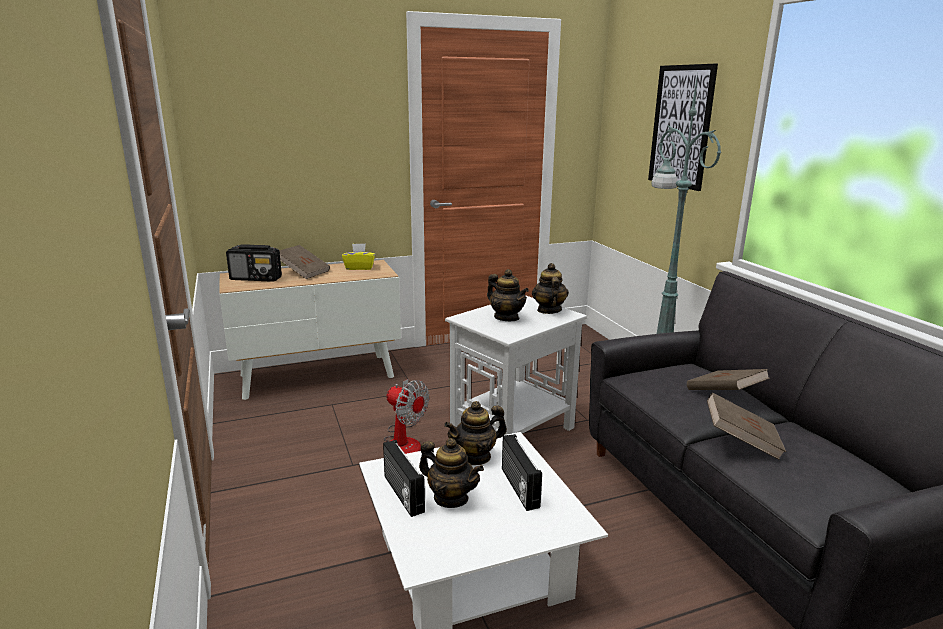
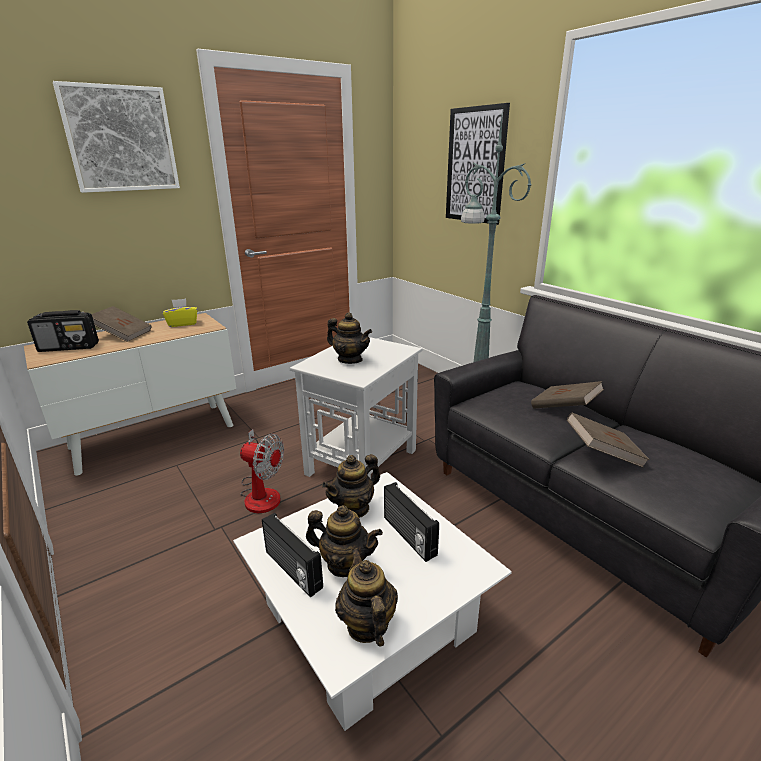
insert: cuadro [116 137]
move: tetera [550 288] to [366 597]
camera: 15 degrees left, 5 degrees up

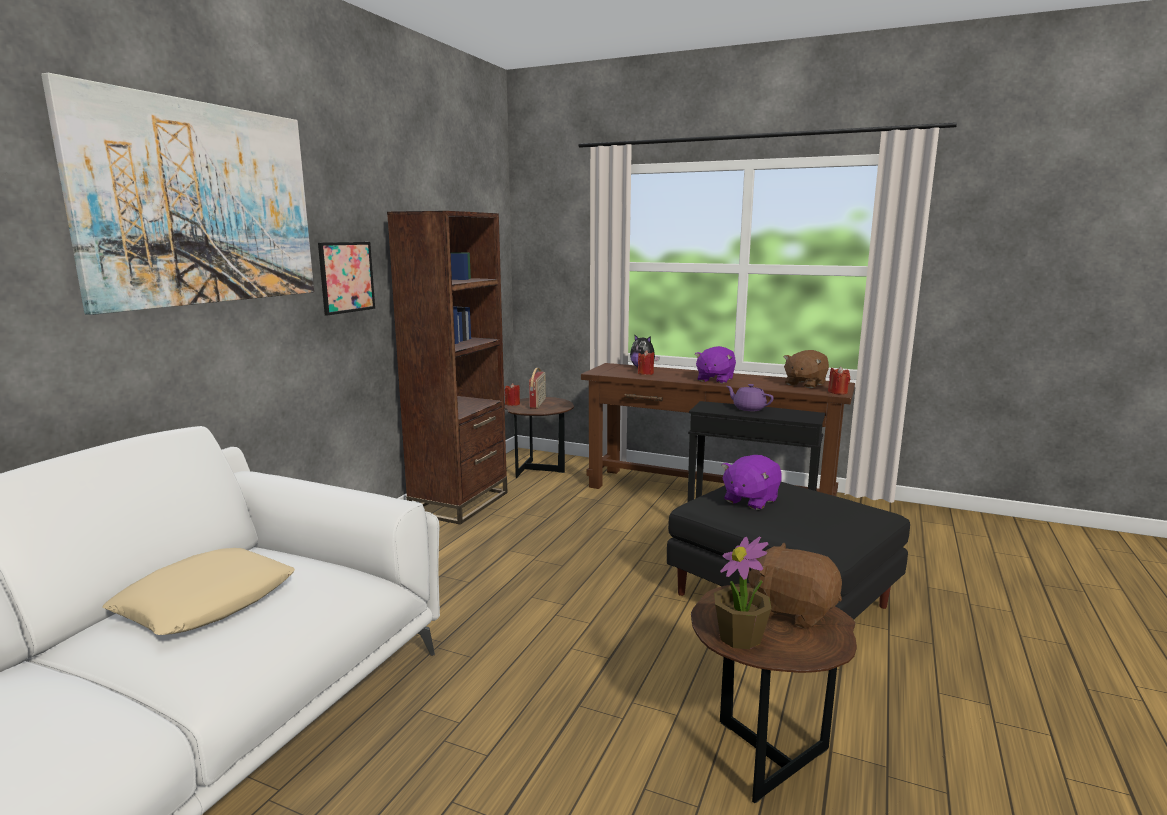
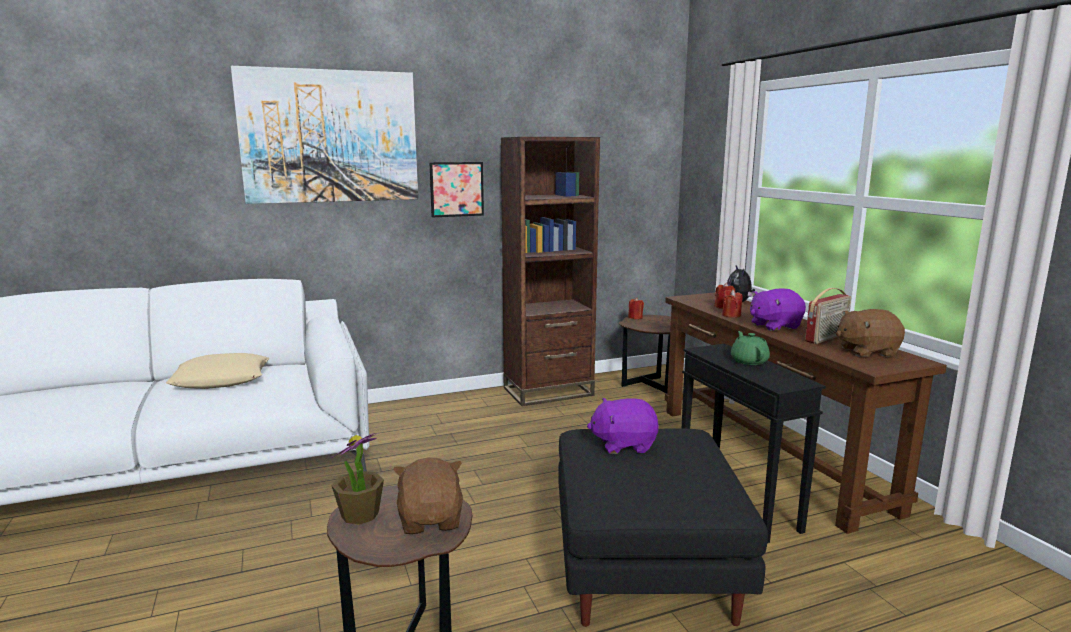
move: vela/rojo [839 380] to [732 303]; radio [537 388] to [828 316]
recolor: tetera/morado [750 397] to tetera/verde [750 348]
camera: 45 degrees right, 0 degrees up

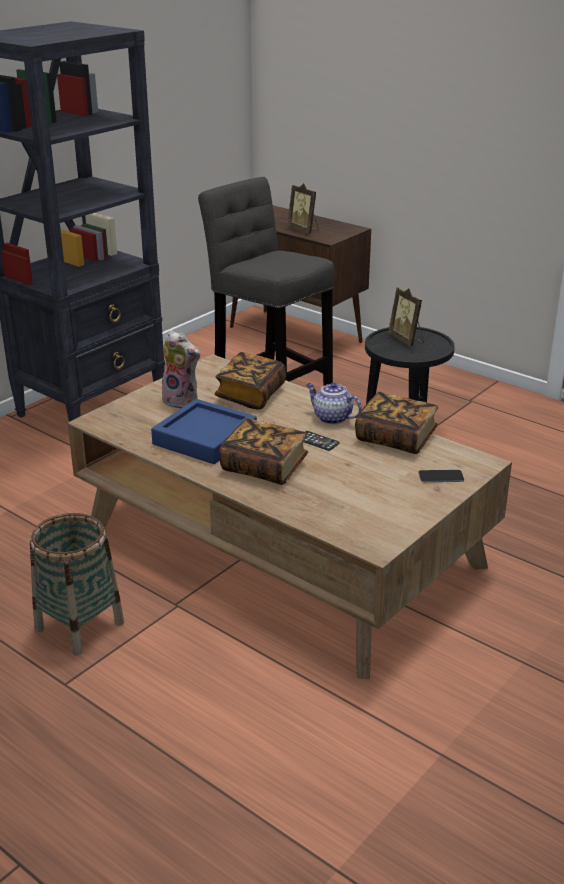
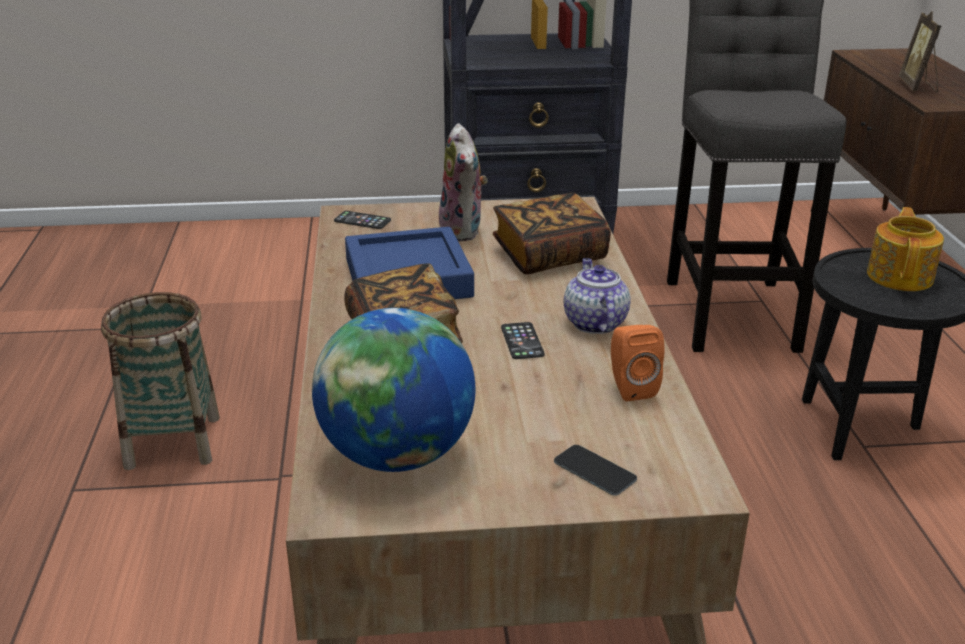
insert: móvil [362 220]; globo terráqueo [393 390]
replace: portarretratos [406 316] to tetera [905 249]; libro [396 423] to altavoz/naranja [637 363]
camera: 45 degrees right, 0 degrees up

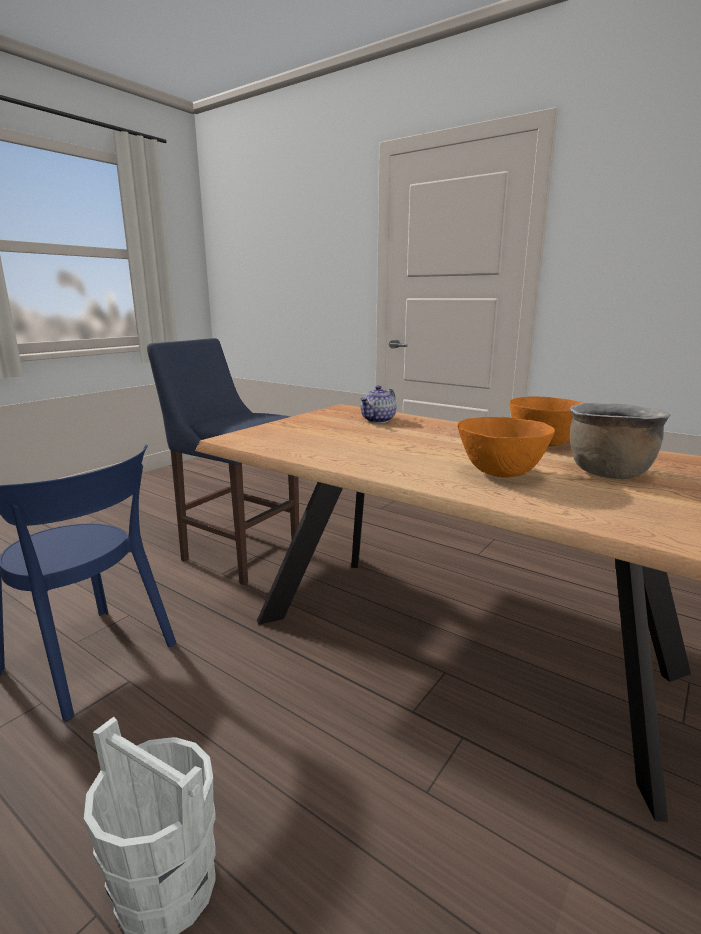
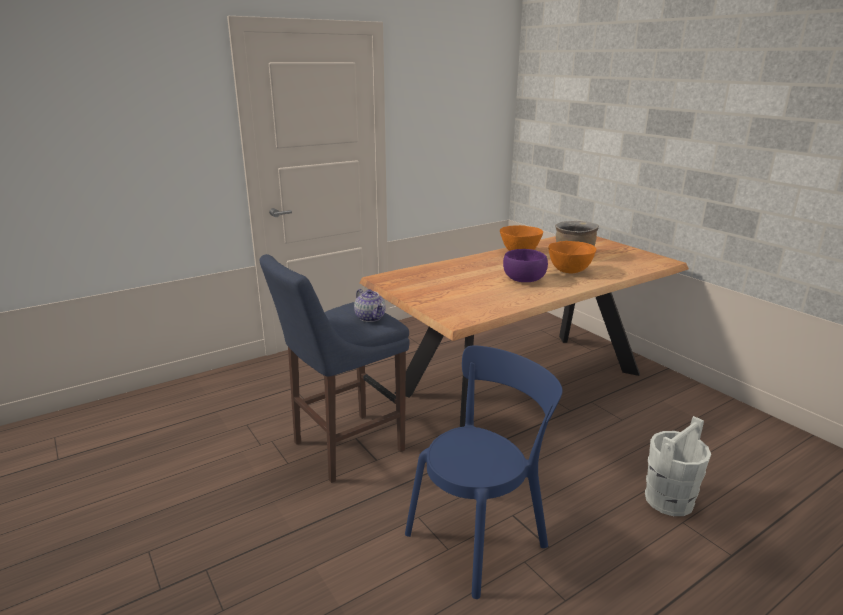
insert: cuenco/morado [525 265]
move: tetera [378 404] to [370 305]
camera: 70 degrees left, 5 degrees up

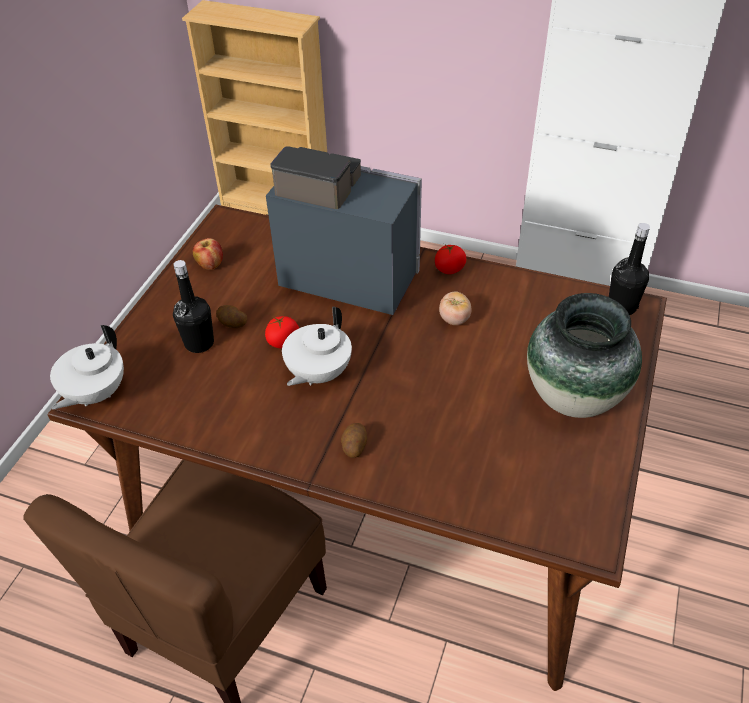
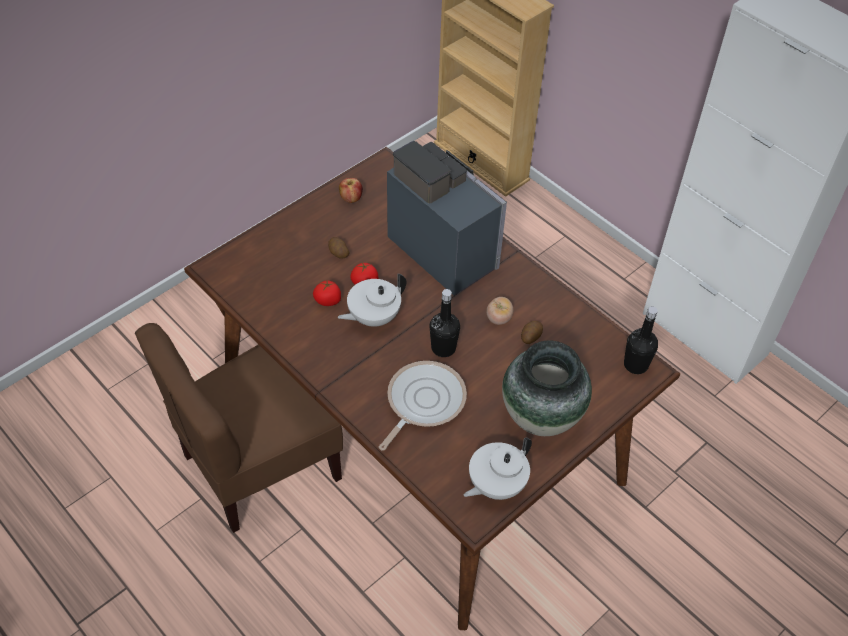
insert: sartén [423 406]
move: tomate [450 259] to [327 292]; botella/negro [193 306] to [445 323]; tetera/blanco [87 367] to [498 469]; patata [354 440] to [532 332]
camera: 25 degrees right, 5 degrees up

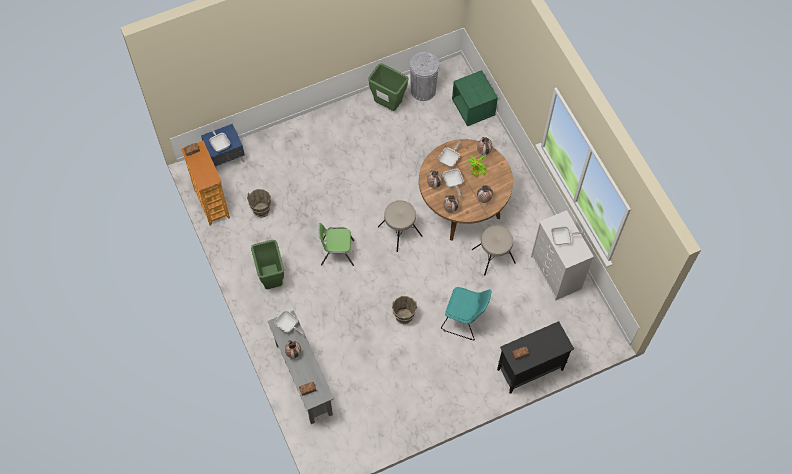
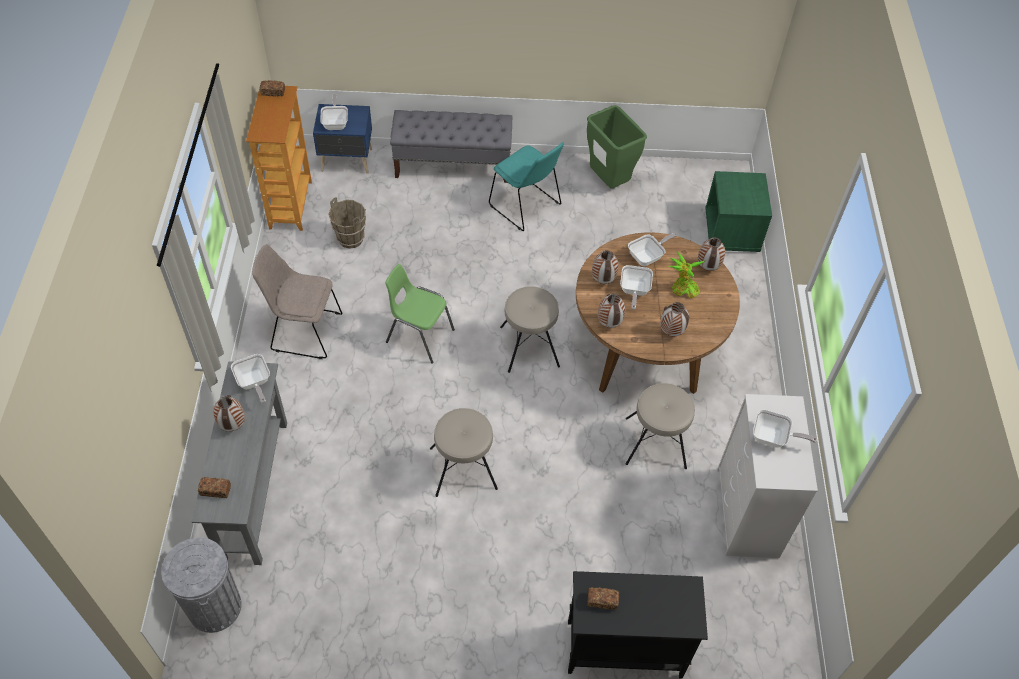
insert: banco/gris [451 146]
move: papelera/gris [424 76] to [201 585]; silla/turquesa [466 313] to [526 186]
replace: papelera/verde [267 264] to silla/beis [297 301]; cubo/marrón [404 310] to taburete/beis [464 452]
camera: 25 degrees right, 10 degrees down

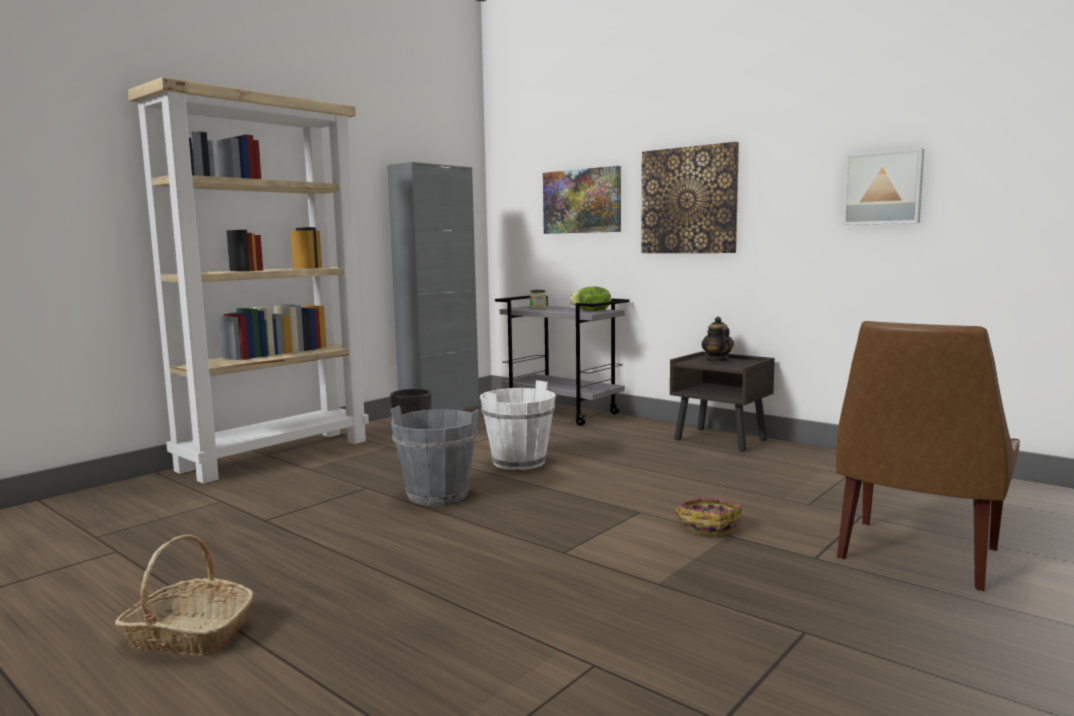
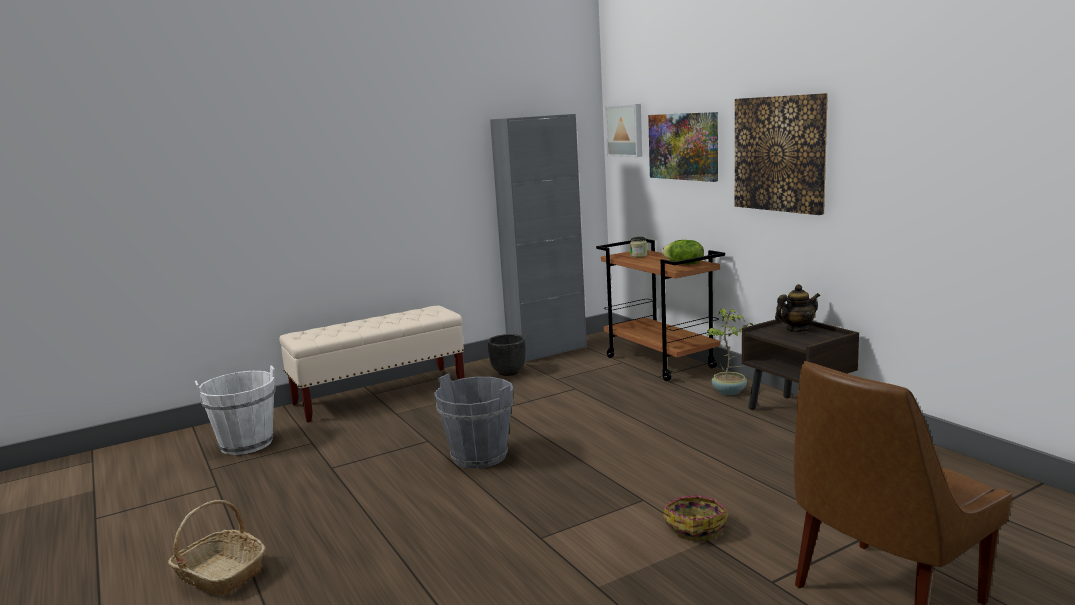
insert: planta en maceta [730 351]
move: cuadro [883 186] to [623 130]; cubo/blanco [518 425] to [235 410]
replace: estantería/beis [248 280] to banco/beis [372 364]
recolor: carrito/gris [562 360] to carrito/marrón [660 310]
rotate: tetera [718 339] = [797 308] 60 degrees clockwise
camera: 20 degrees right, 5 degrees up

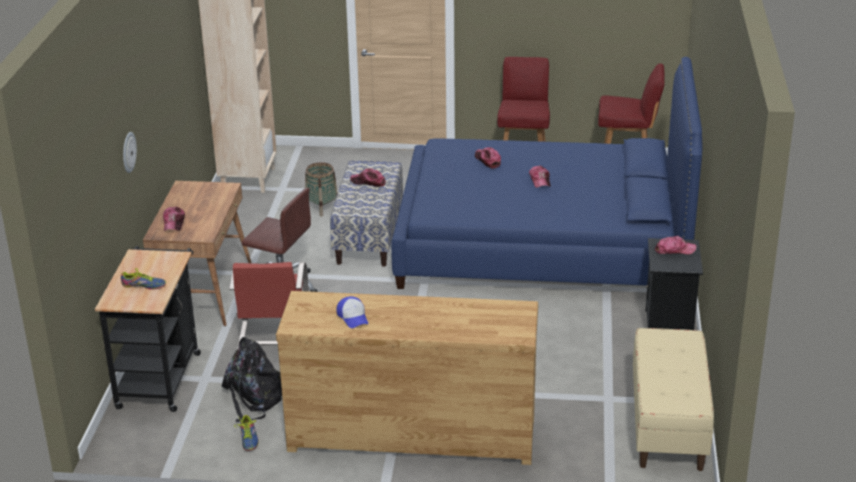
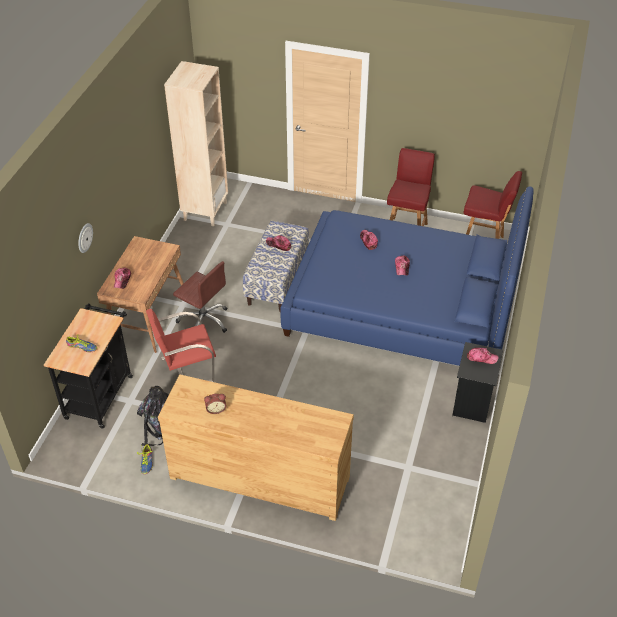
delete: cesta [321 189]; banco/beis [673 399]
replace: gorra [352 312] to despertador [215 404]
rotate: silla/rojo [269 305] = [181 345] 60 degrees clockwise
camera: 10 degrees right, 15 degrees up

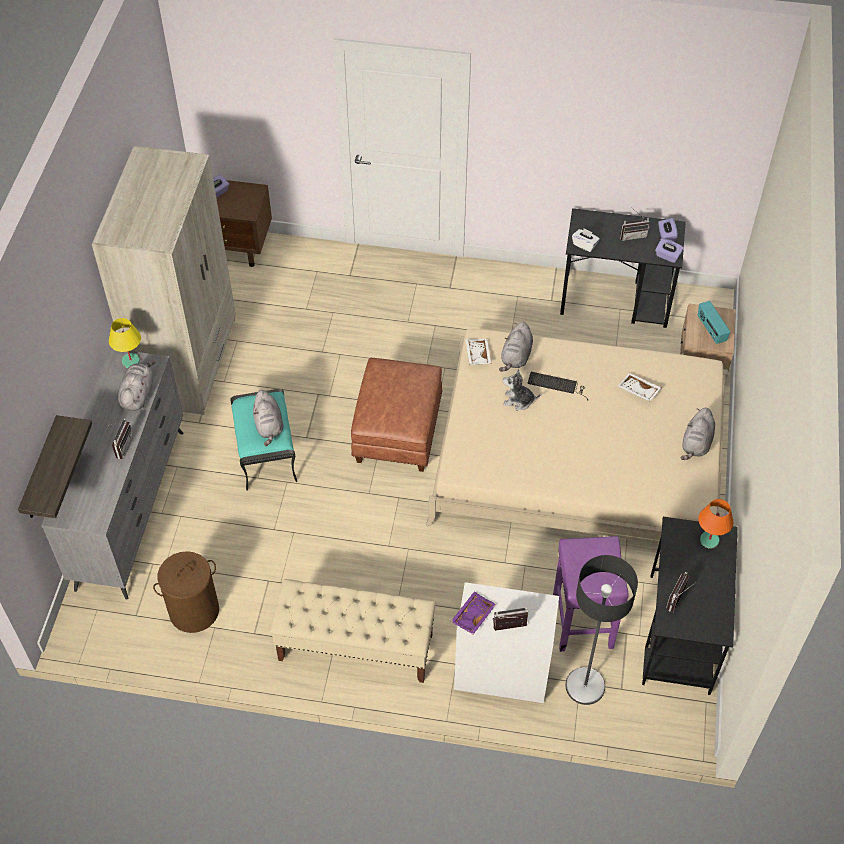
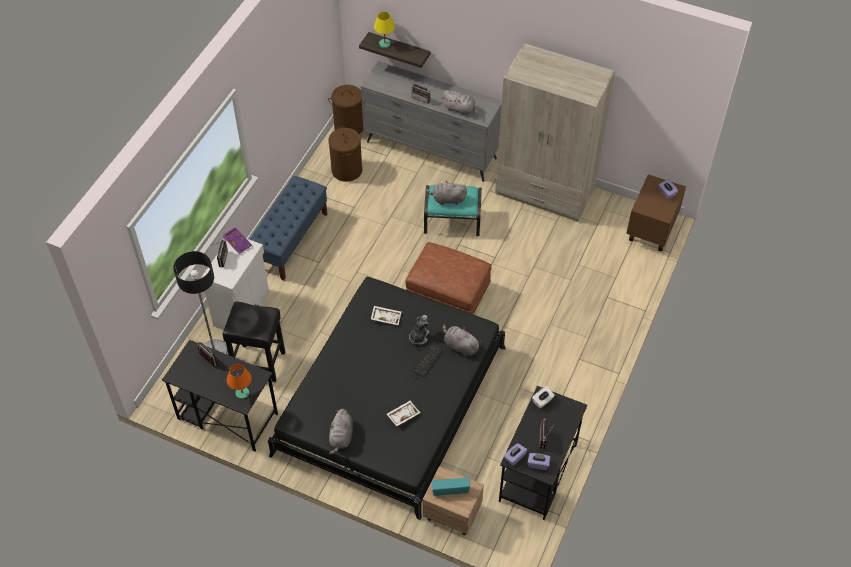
insert: cesto de la ropa/marrón [345 109]
move: lámpara de mesa/amarillo [125 343] to [384 30]; bandeja/blanco [478 351] to [386 315]
recolor: cama/beis [577 436] to cama/negro [387 398]; taburete/morado [591 594] to taburete/negro [253 341]; banco/beis [353 631] to banco/azul [288 228]
rotate: peluche/gris [697 434] = [341 432] 120 degrees counterclockwise
camera: 105 degrees right, 0 degrees up

